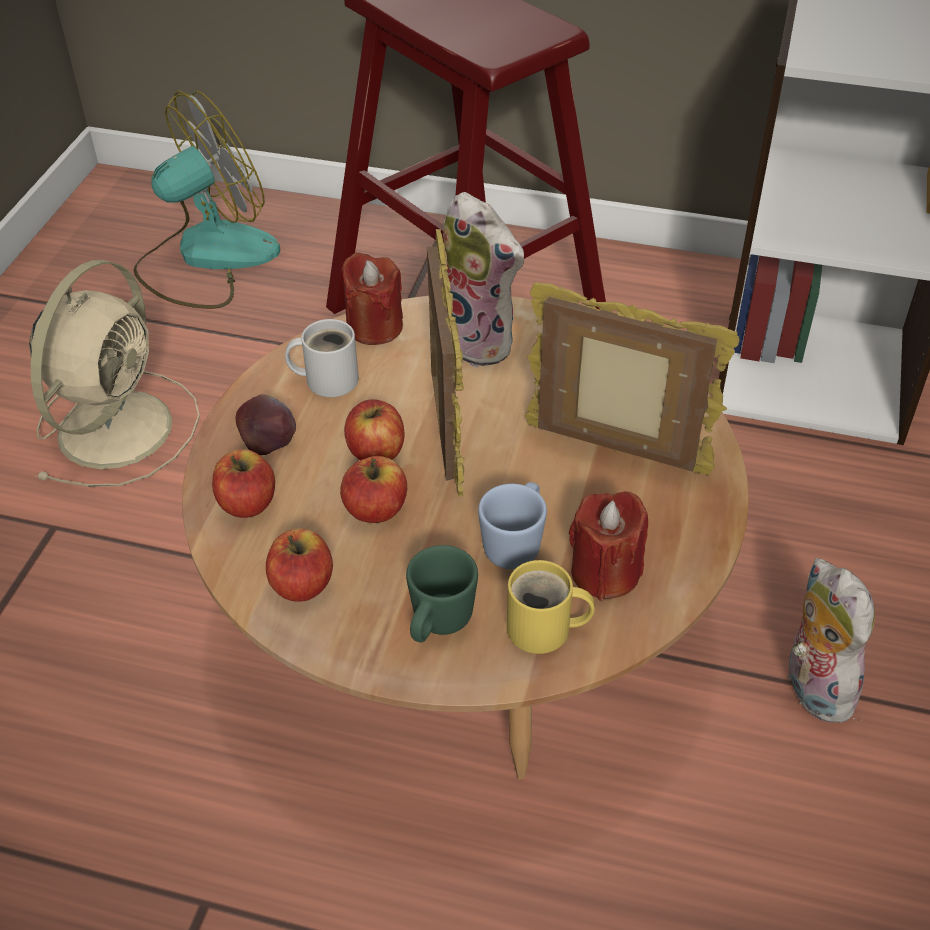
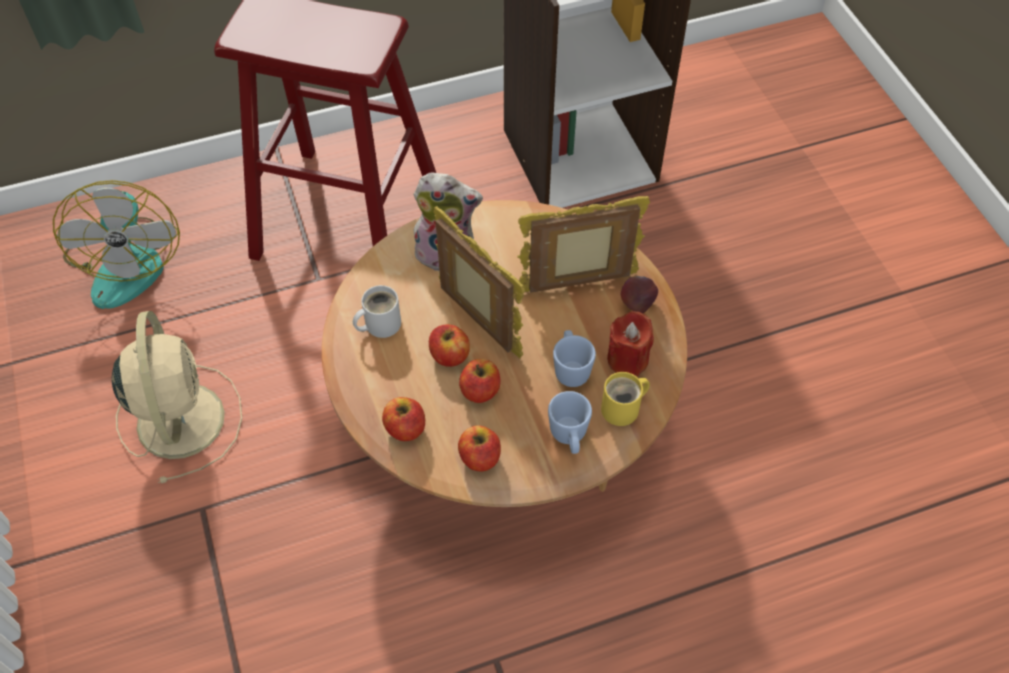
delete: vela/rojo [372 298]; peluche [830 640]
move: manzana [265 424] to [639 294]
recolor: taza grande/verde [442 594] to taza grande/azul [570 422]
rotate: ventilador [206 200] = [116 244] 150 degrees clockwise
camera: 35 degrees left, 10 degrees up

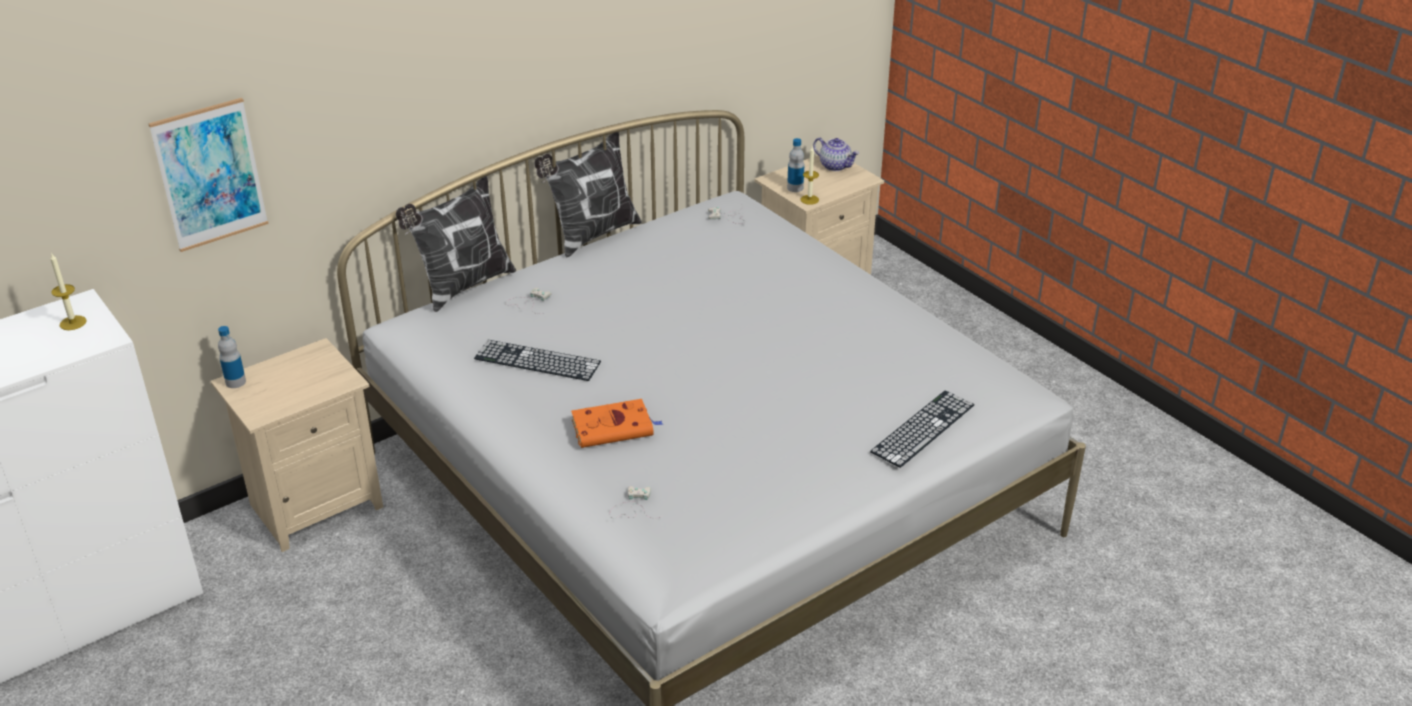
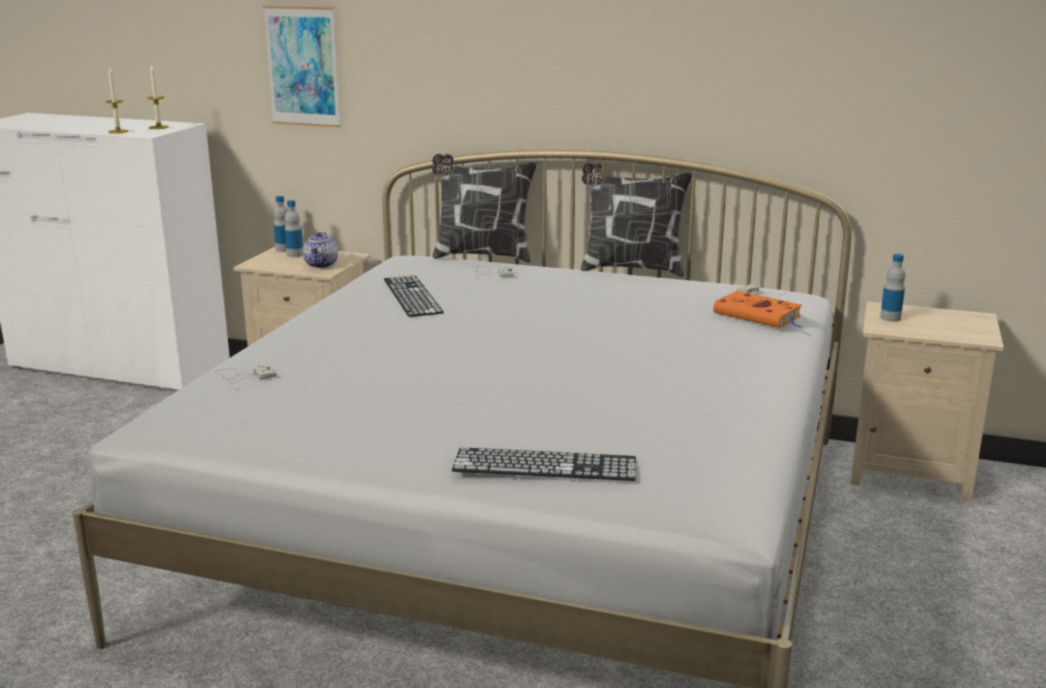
insert: botella [294 228]
move: tetera [836 154] to [320 250]; vela [809 175] to [117 101]; libro/naranja [617 423] to [758 309]
camera: 55 degrees right, 15 degrees down

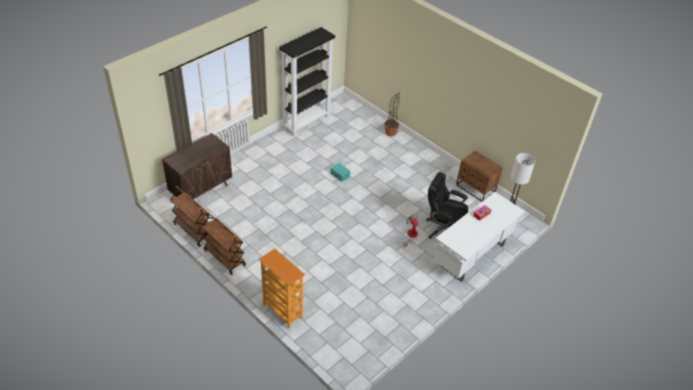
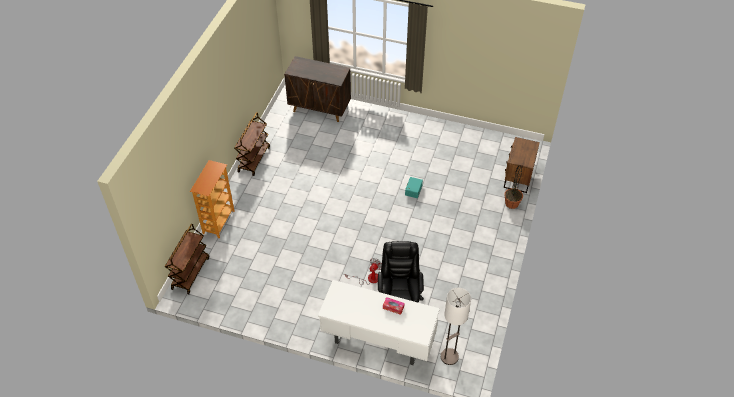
delete: estantería/negro [307 82]
move: mesita de noche/marrón [479 176] to [522 165]; carrito/marrón [189 216] to [187 259]
camera: 65 degrees right, 5 degrees up

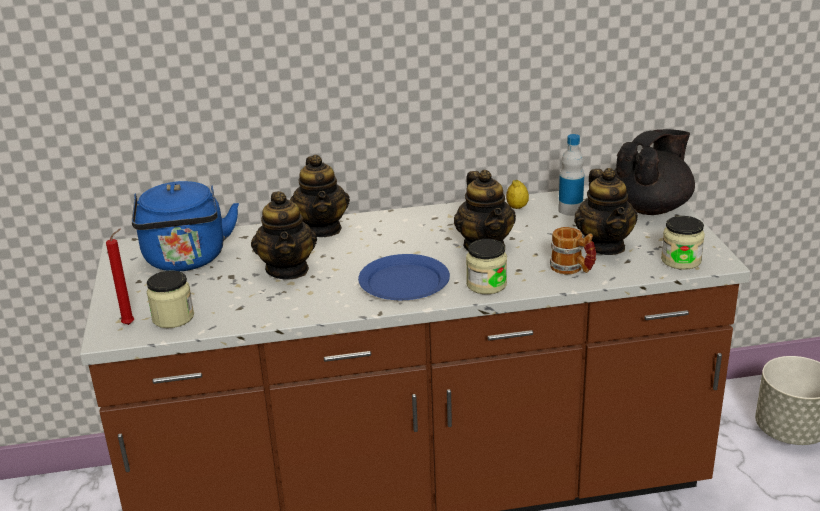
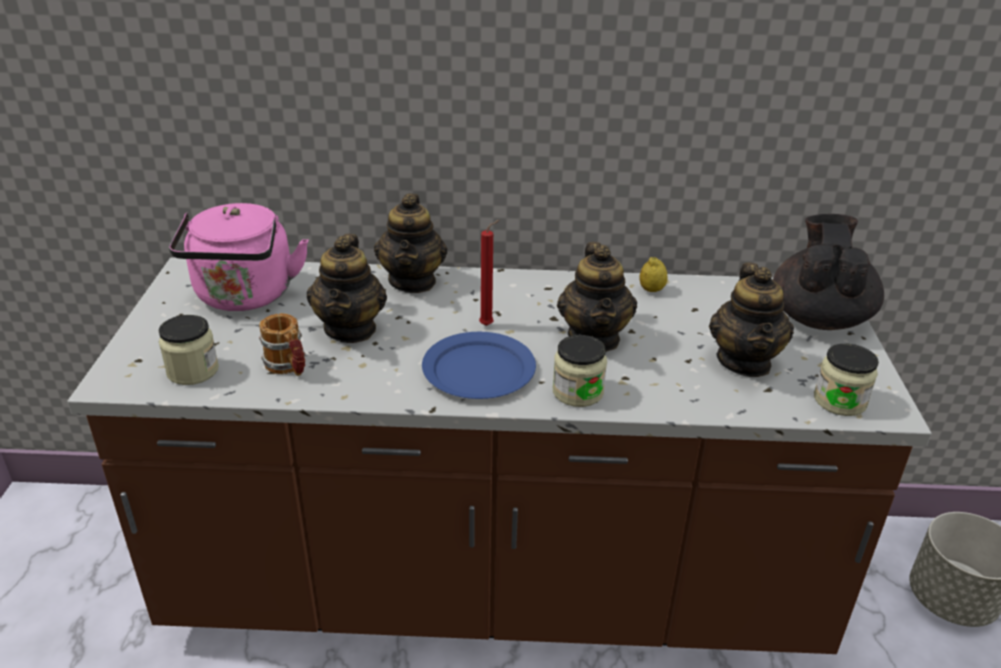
delete: botella [571 175]
move: taza grande [573 251] to [282 344]; vela/rojo [120 276] to [489 273]
recolor: hervidor/azul [185 226] to hervidor/rosa [239 257]
rotate: tetera/negro [654 172] = [828 272] 45 degrees counterclockwise
camera: 10 degrees right, 5 degrees up

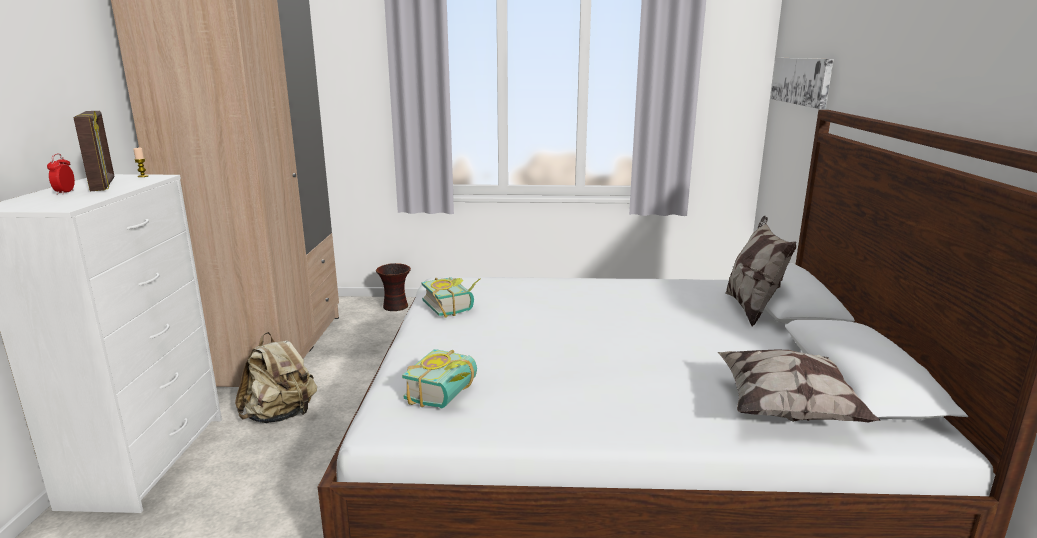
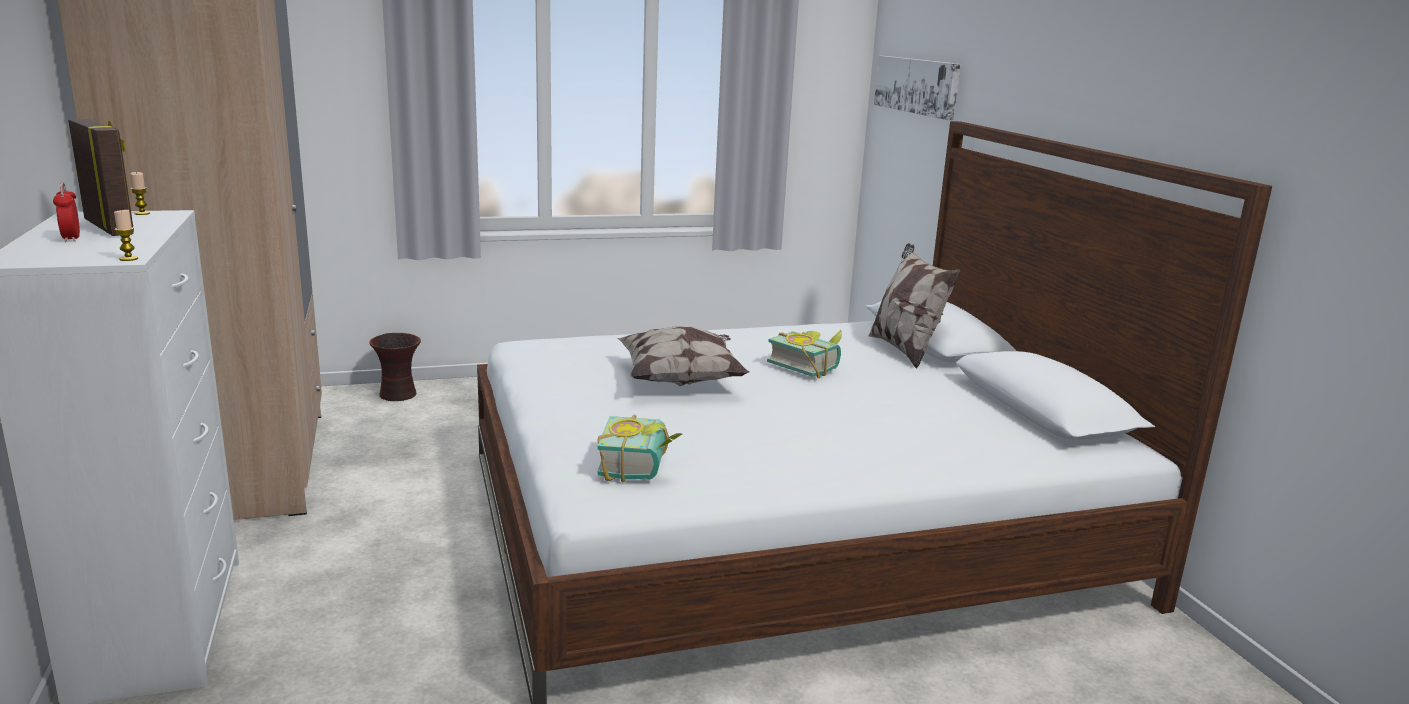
delete: mochila/beis [276 377]
insert: vela [126 235]
move: libro [451 297] to [804 353]; cojín [799 386] to [684 356]
camera: 20 degrees left, 0 degrees up

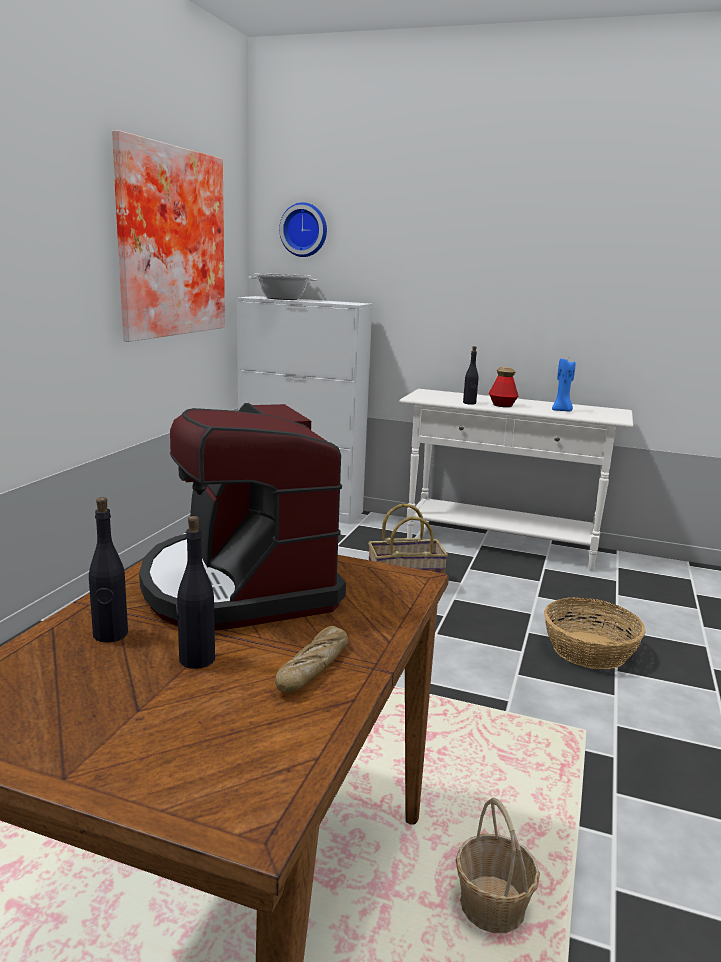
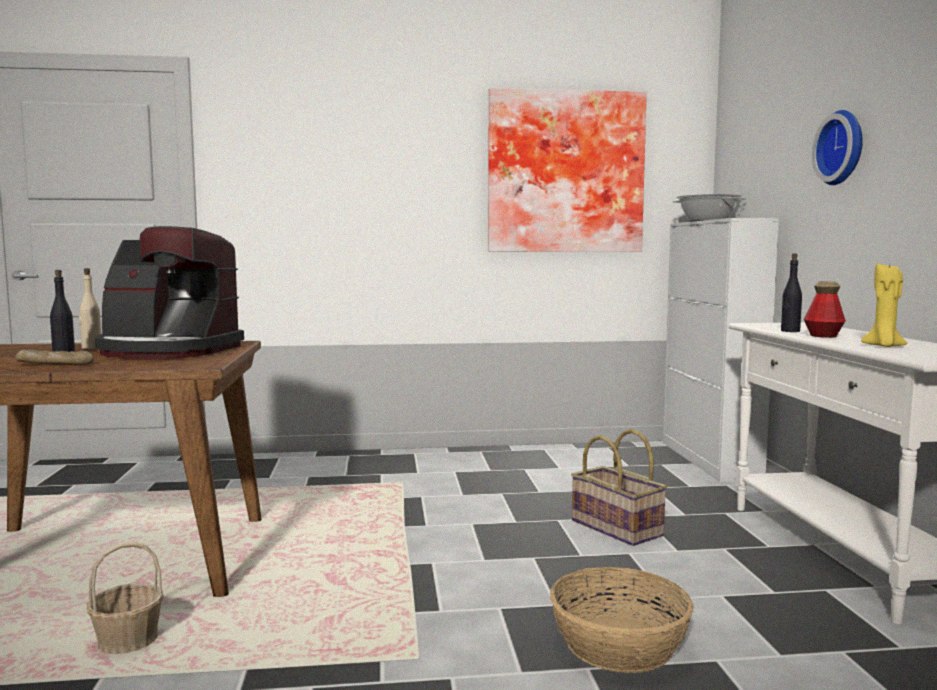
move: reloj de pared [303 229] to [837 147]
recolor: vela/azul [563 385] to vela/amarillo [884 305]; botella/negro [108 570] to botella/beis [90 308]
rotate: cafetera [242 517] = [169 292] 120 degrees counterclockwise
camera: 65 degrees right, 10 degrees down

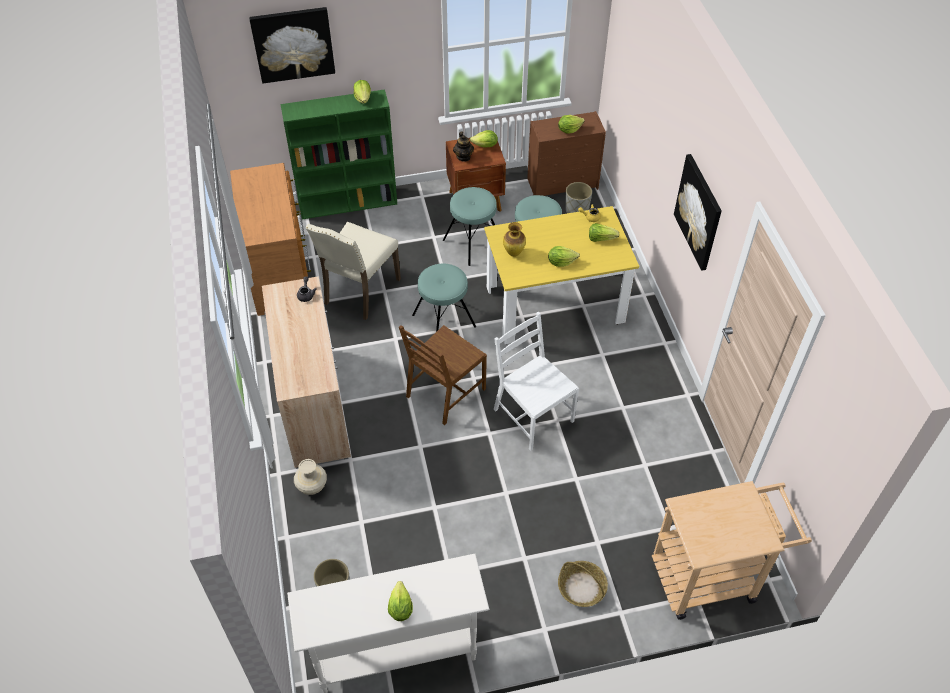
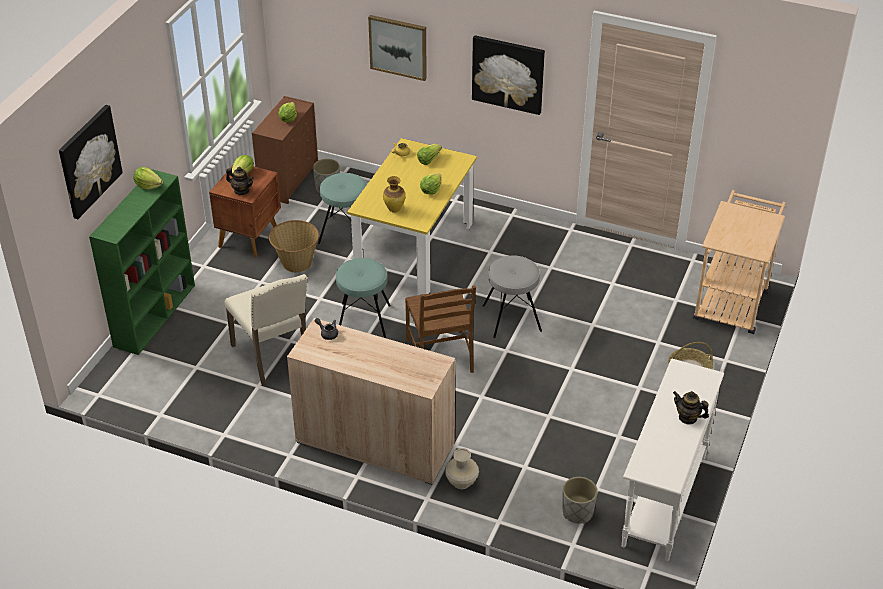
delete: cómoda/marrón [270 239]
insert: cuadro [397 48]
replace: taburete/turquesa [470 226] to cesta [294 246]; silla/blanco [536 381] to taburete/gris [512 296]; lechuga [400 601] to tetera [691 407]
camera: 55 degrees left, 10 degrees down

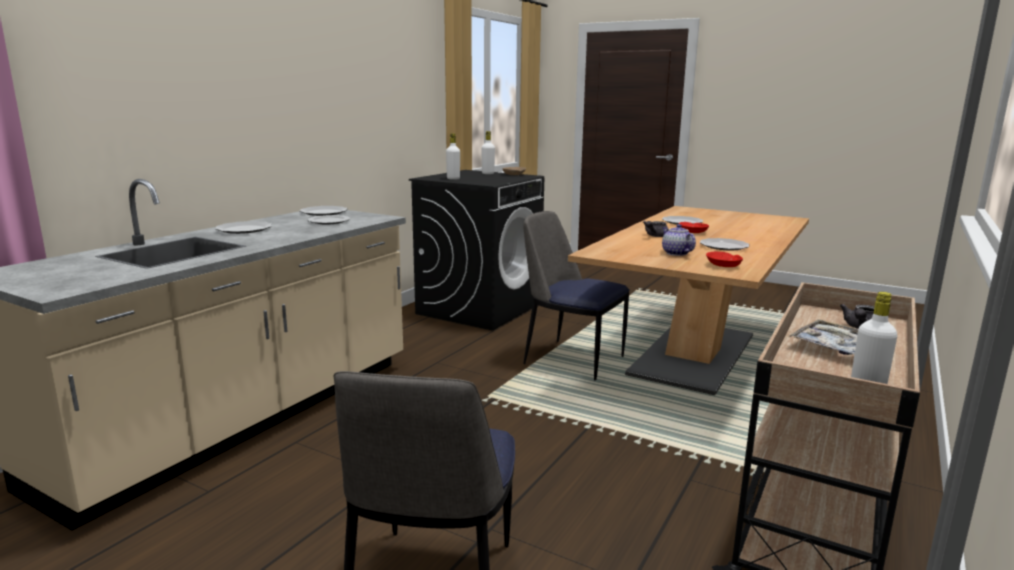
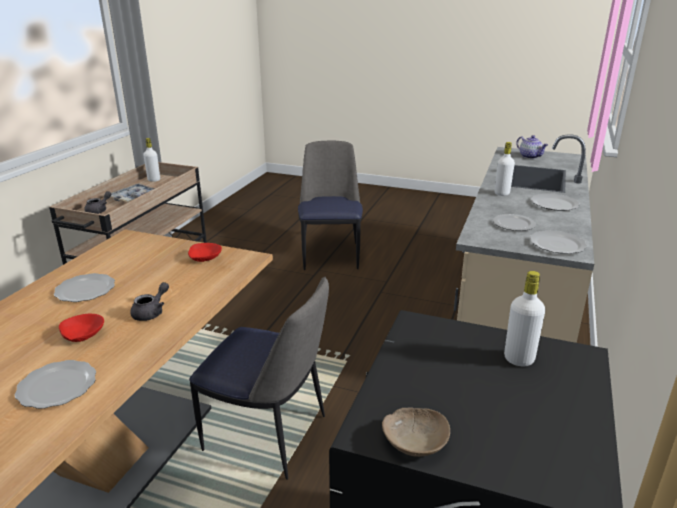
move: botella/blanco [488 152] to [504 169]; tetera [679 240] to [532 147]; cuenco/rojo [724 259] to [205 252]
camera: 170 degrees right, 10 degrees up

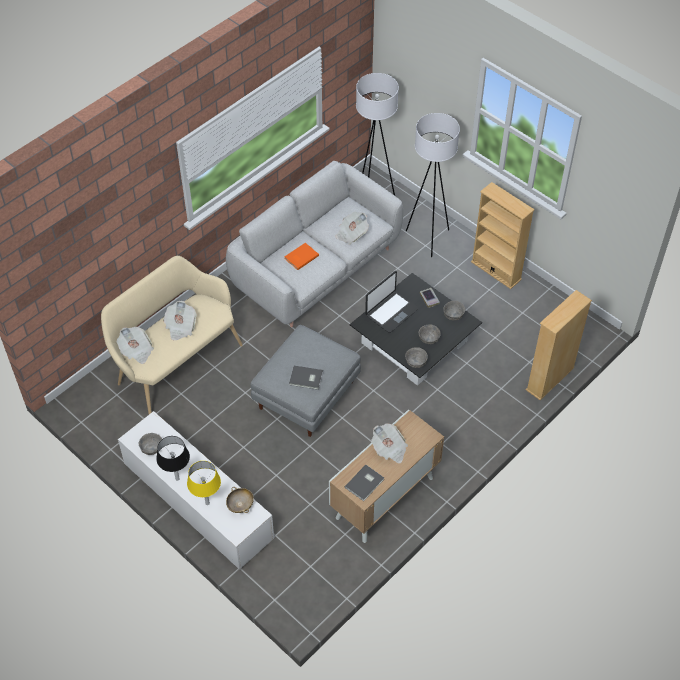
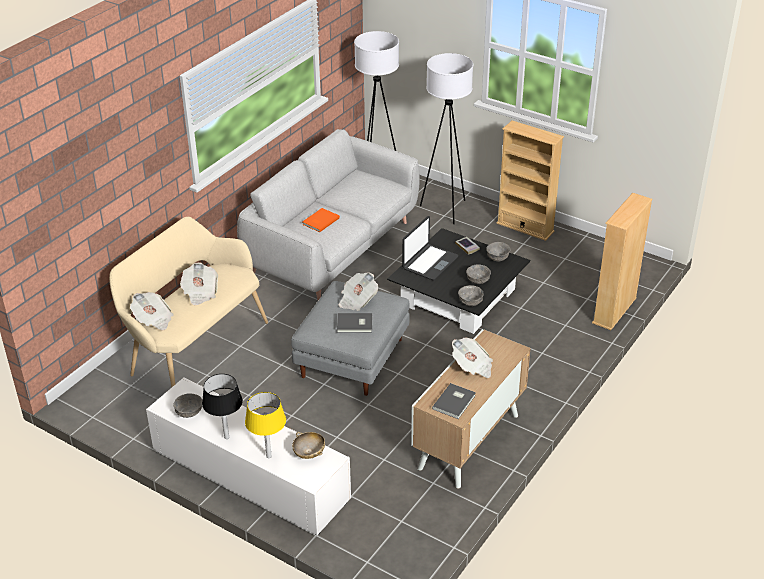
move: periódico [352 228] to [358 291]
camera: 10 degrees left, 15 degrees down

